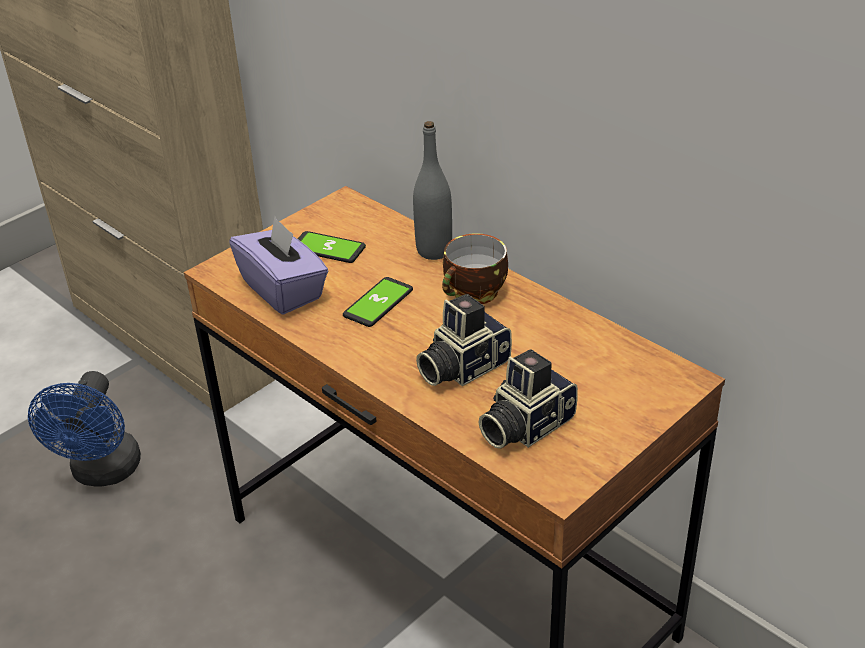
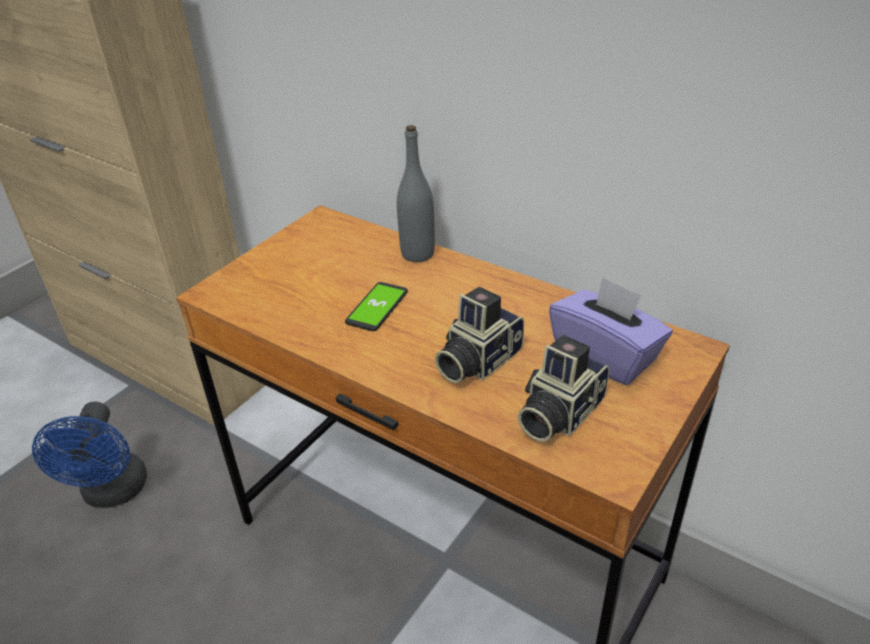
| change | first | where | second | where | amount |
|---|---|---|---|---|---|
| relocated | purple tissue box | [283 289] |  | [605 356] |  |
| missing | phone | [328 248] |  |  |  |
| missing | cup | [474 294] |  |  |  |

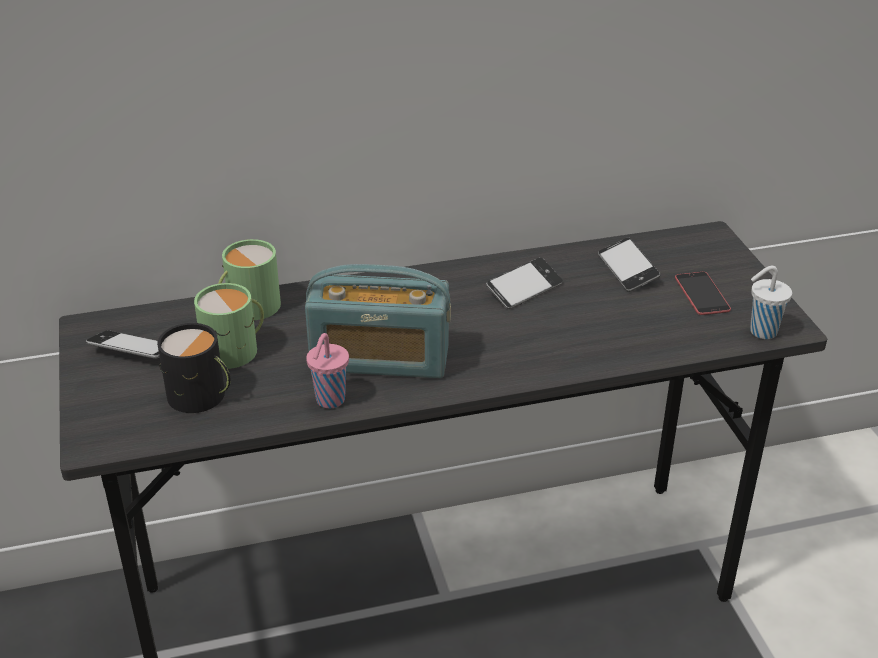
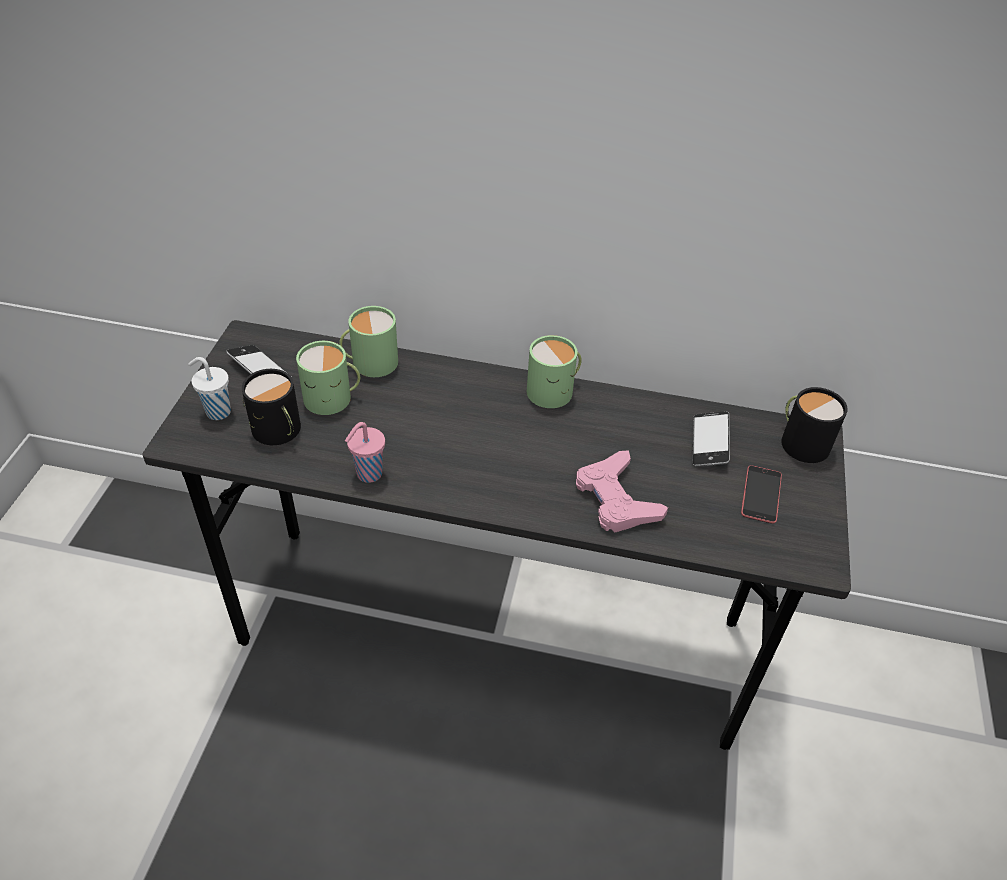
| change | first | where | second | where | amount |
|---|---|---|---|---|---|
| relocated | white cup | [761 332] |  | [217 411] |  |
| appeared |  |  | green mug | [554 391] |  |
| appeared |  |  | pink game controller | [616 499] |  |
| appeared |  |  | black mug | [801 441] |  |
| missing | radio | [380 359] |  |  |  |
| missing | phone | [524 289] |  |  |  |

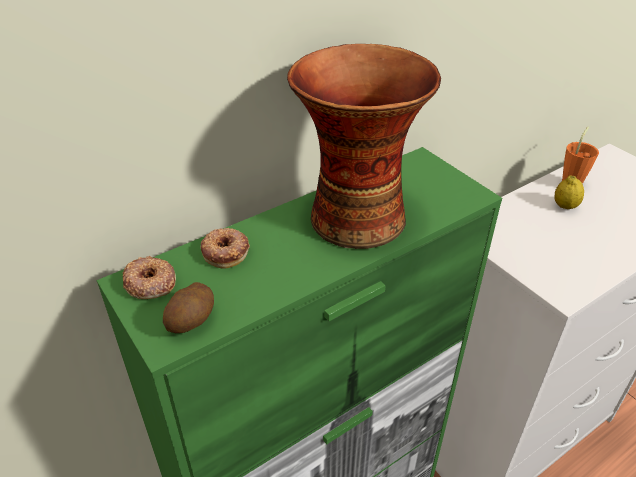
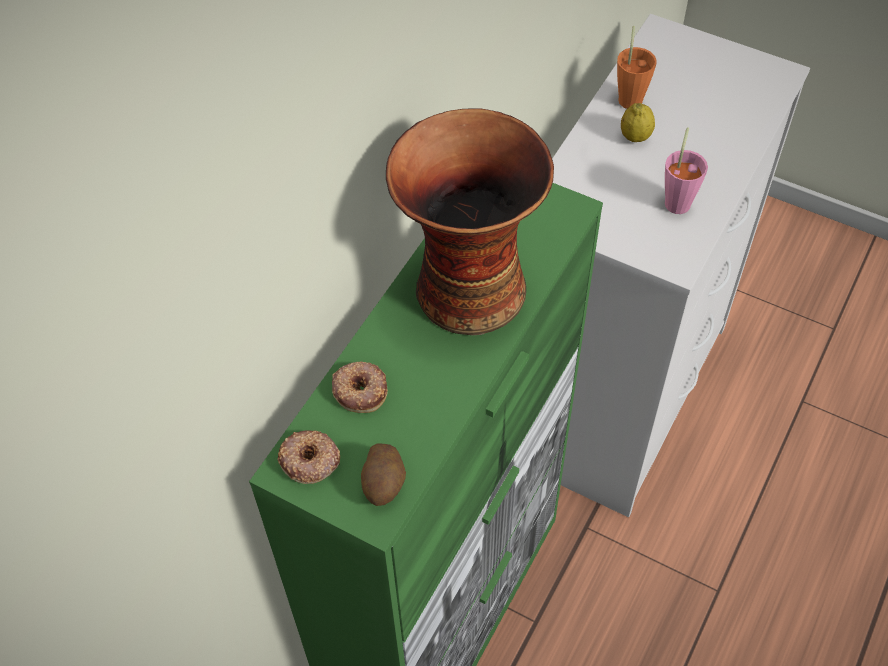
| change | first | where | second | where | amount |
|---|---|---|---|---|---|
| appeared |  |  | pink cup | [678 199] |  |

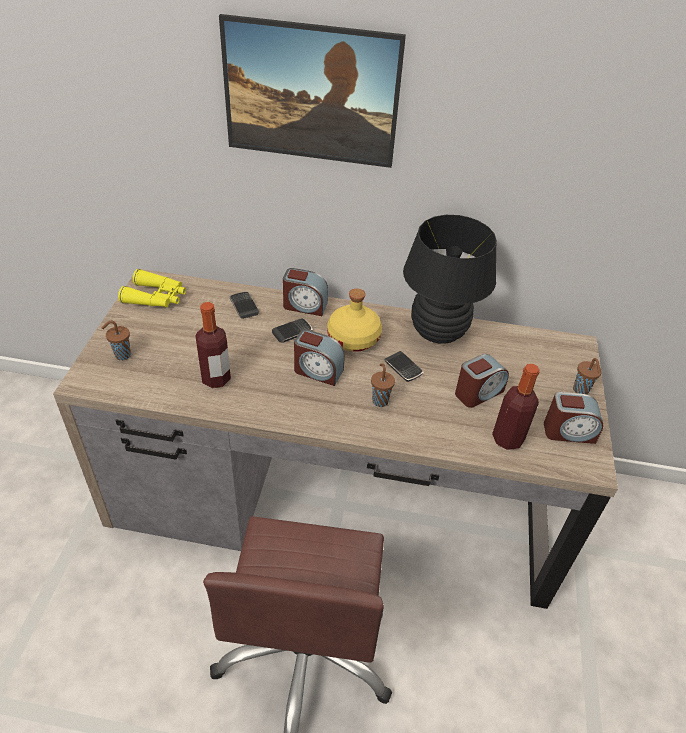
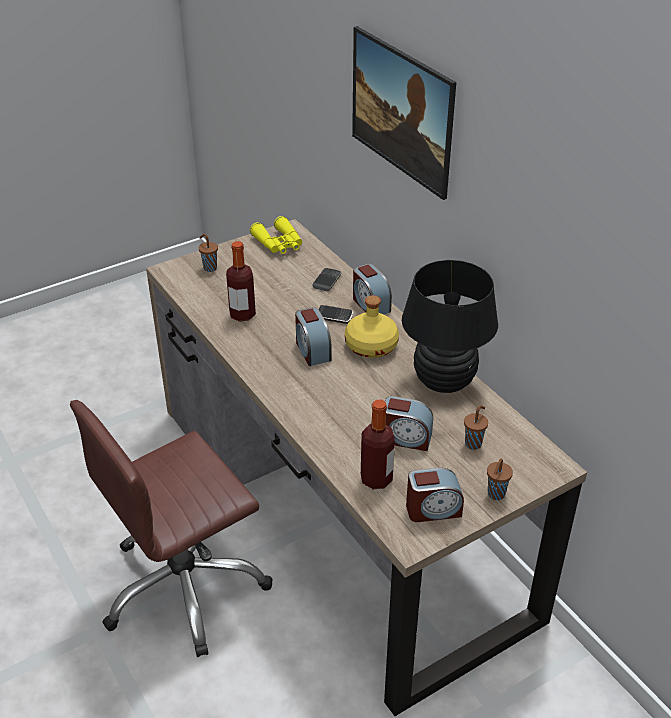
| change | first | where | second | where | amount |
|---|---|---|---|---|---|
| spun | alarm clock | [568 431] |  | [433 509] | 60 degrees counterclockwise |
| relocated | brown cup | [380 400] |  | [473 443] |  |
| missing | phone | [403 368] |  |  |  |

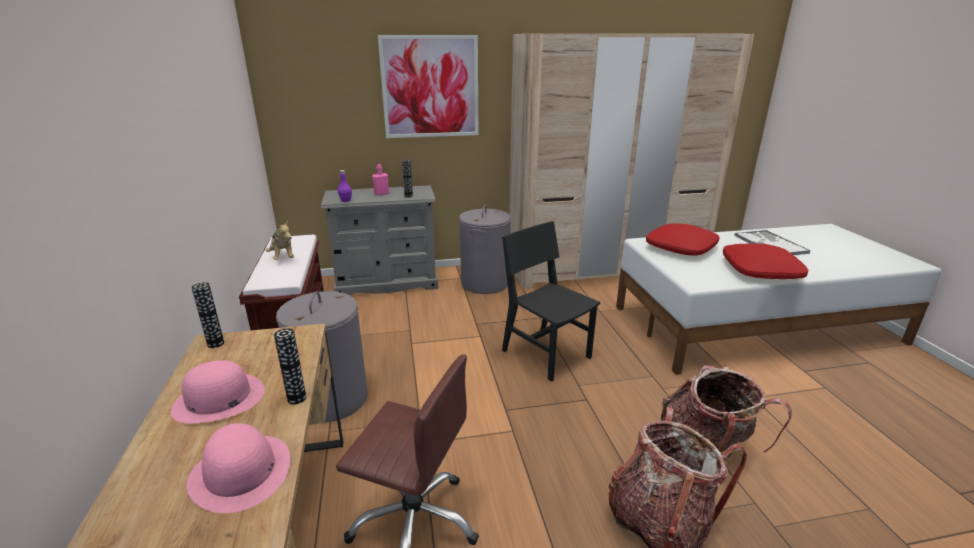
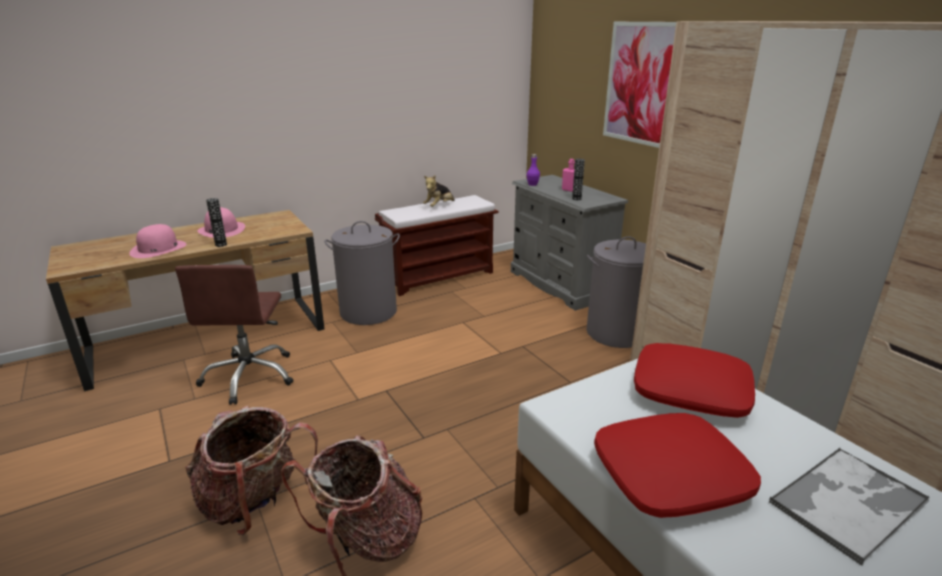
| change | first | where | second | where | amount |
|---|---|---|---|---|---|
| missing | vase | [215 344] |  |  |  |
| missing | black chair | [546 354] |  |  |  |

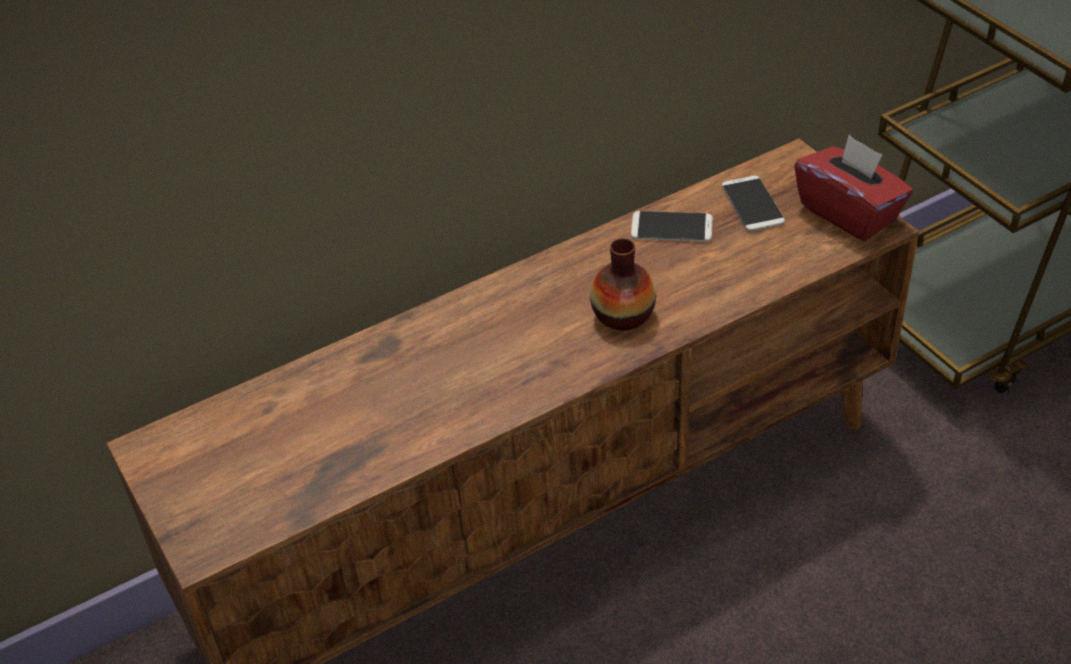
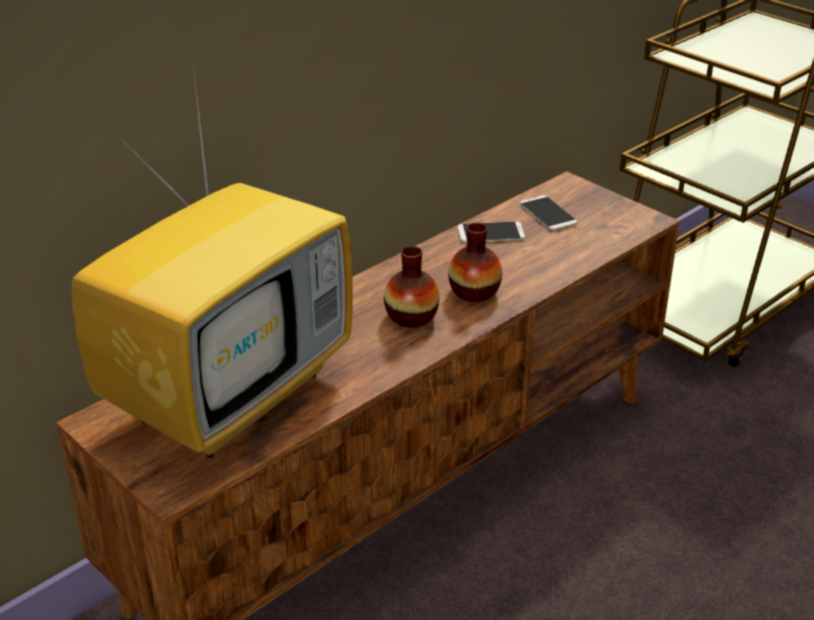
| change | first | where | second | where | amount |
|---|---|---|---|---|---|
| appeared |  |  | television | [230 392] |  |
| appeared |  |  | vase | [411 317] |  |
| missing | red tissue box | [849 213] |  |  |  |

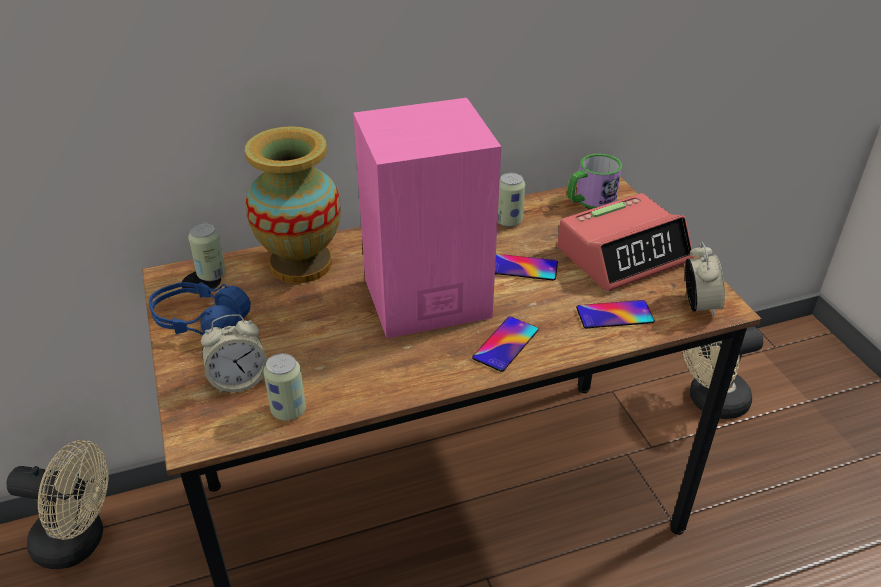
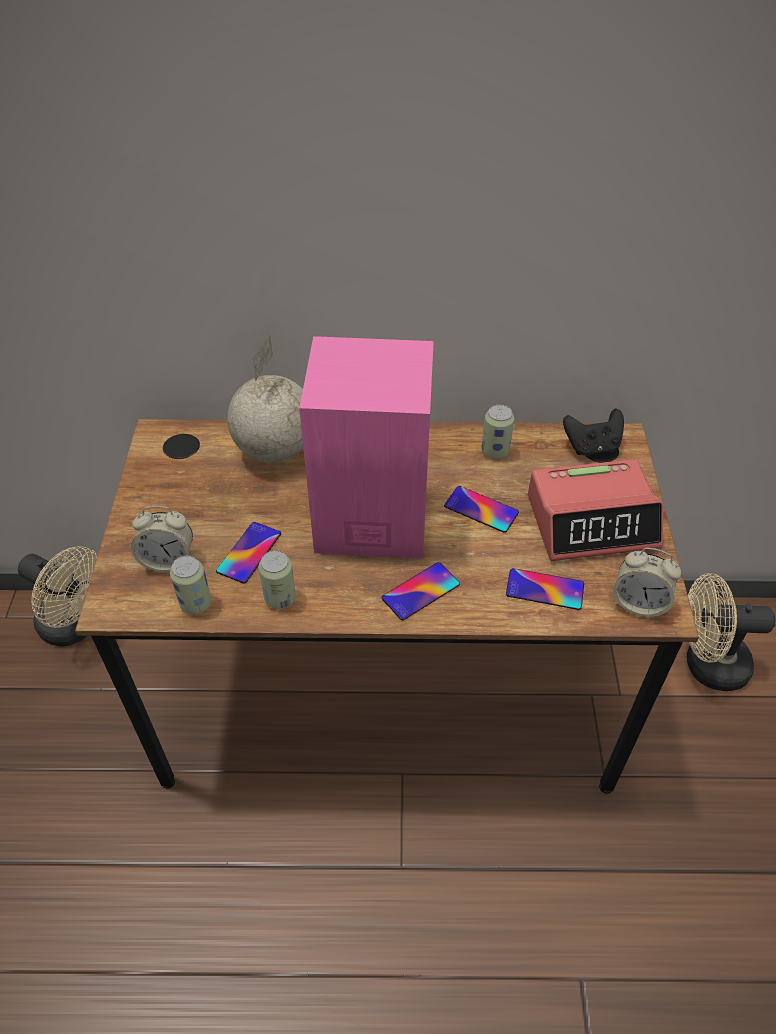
| change | first | where | second | where | amount |
|---|---|---|---|---|---|
| appeared |  |  | phone | [249 552] |  |
| exchanged | vase | [300 264] | globe | [274 450] |  |
| relocated | can | [211 274] |  | [280 598] |  |
| exchanged | mug | [590 200] | black game controller | [591 446] |  |
| spun | alarm clock | [698 305] |  | [638 603] | 90 degrees clockwise |
| missing | blue headphones | [200 323] |  |  |  |

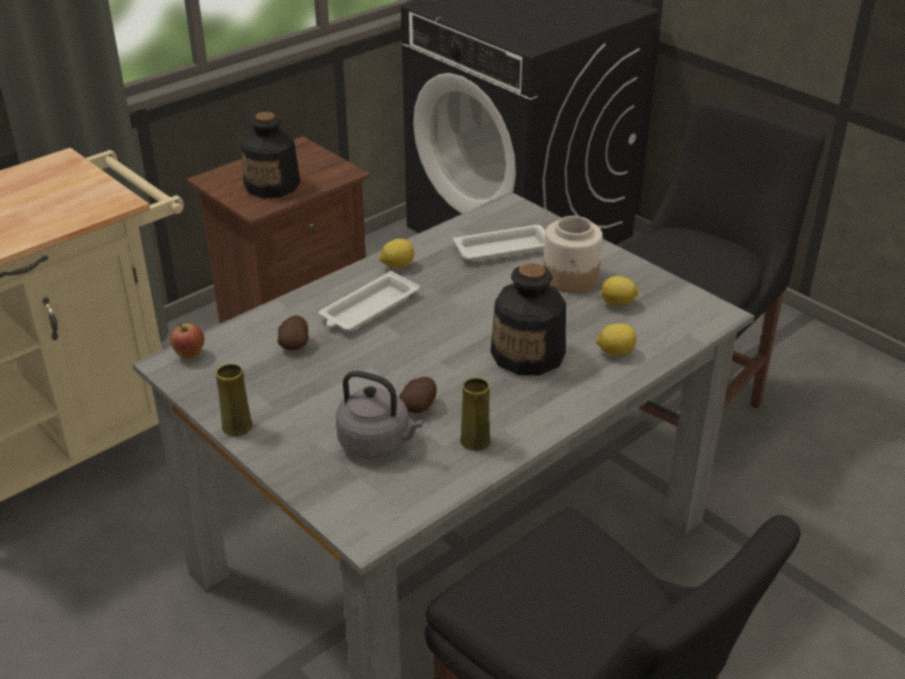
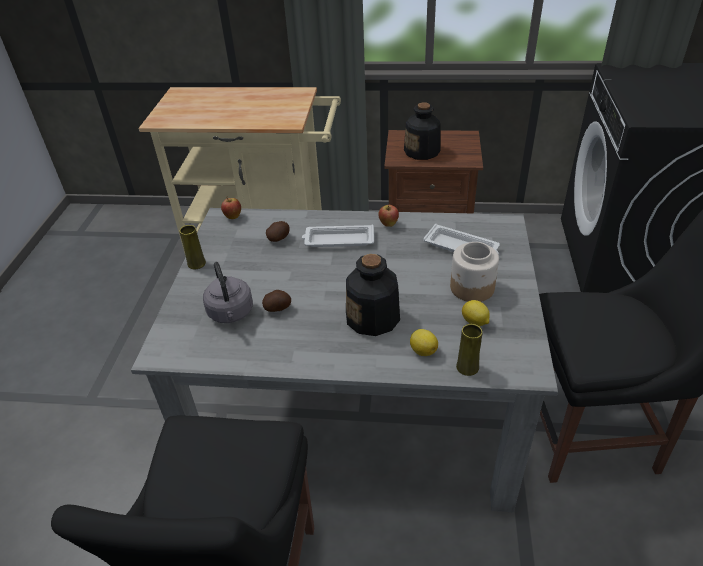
| change | first | where | second | where | amount |
|---|---|---|---|---|---|
| exchanged | lemon | [397 266] | apple | [388 225] |  |
| relocated | yellow vase | [475 441] |  | [467 367] |  |

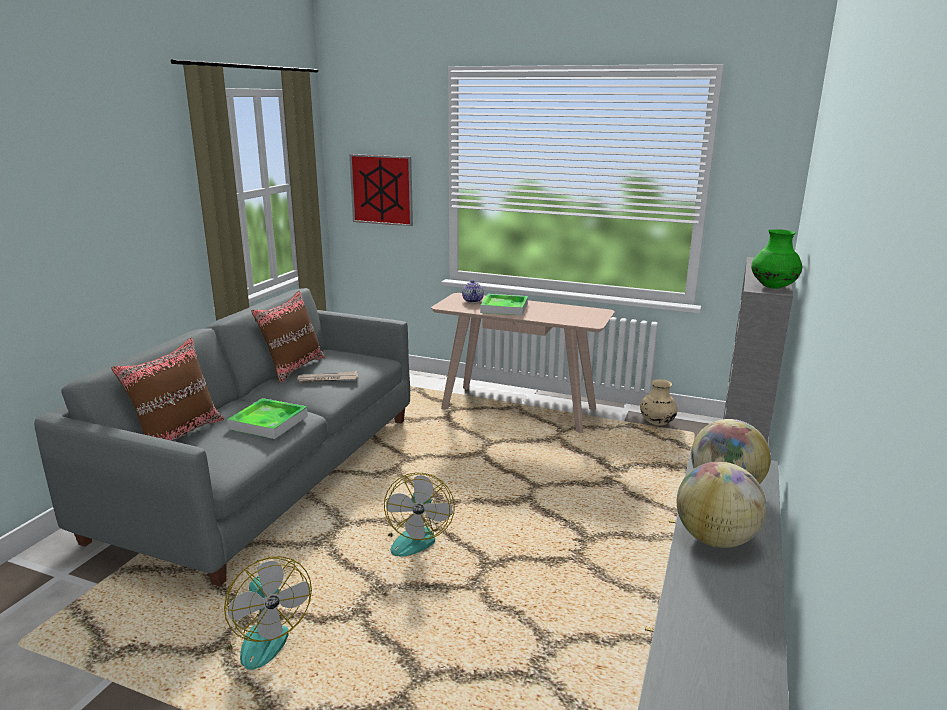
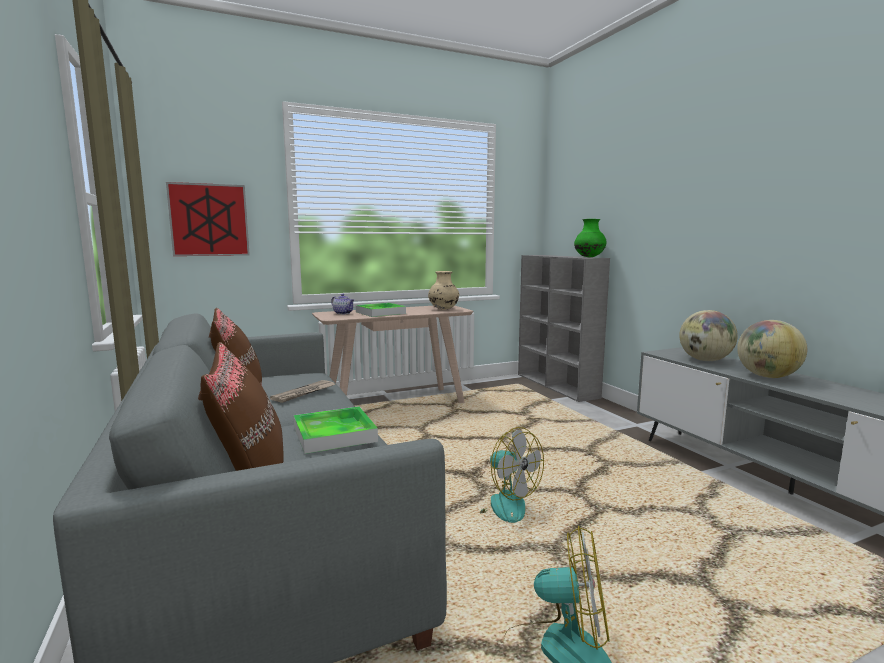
| change | first | where | second | where | amount |
|---|---|---|---|---|---|
| relocated | beige vase | [656 423] |  | [443 309] |  |

